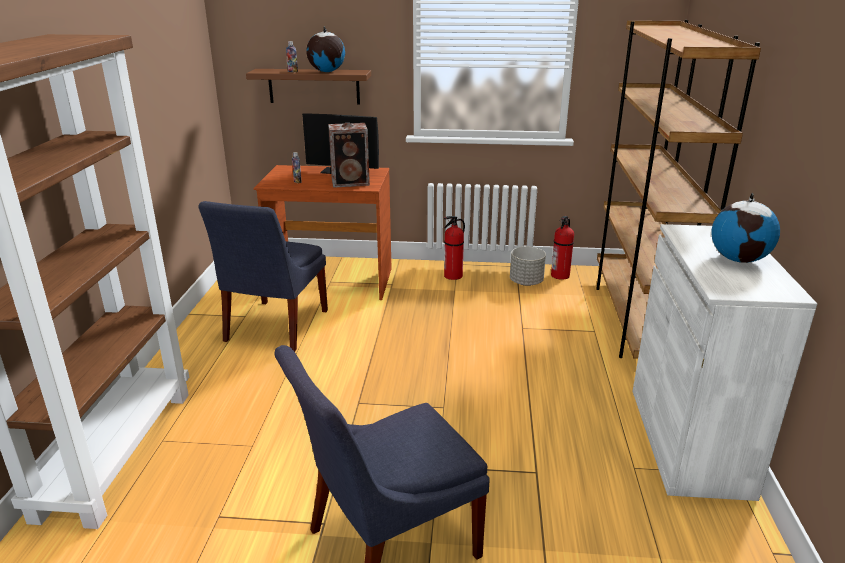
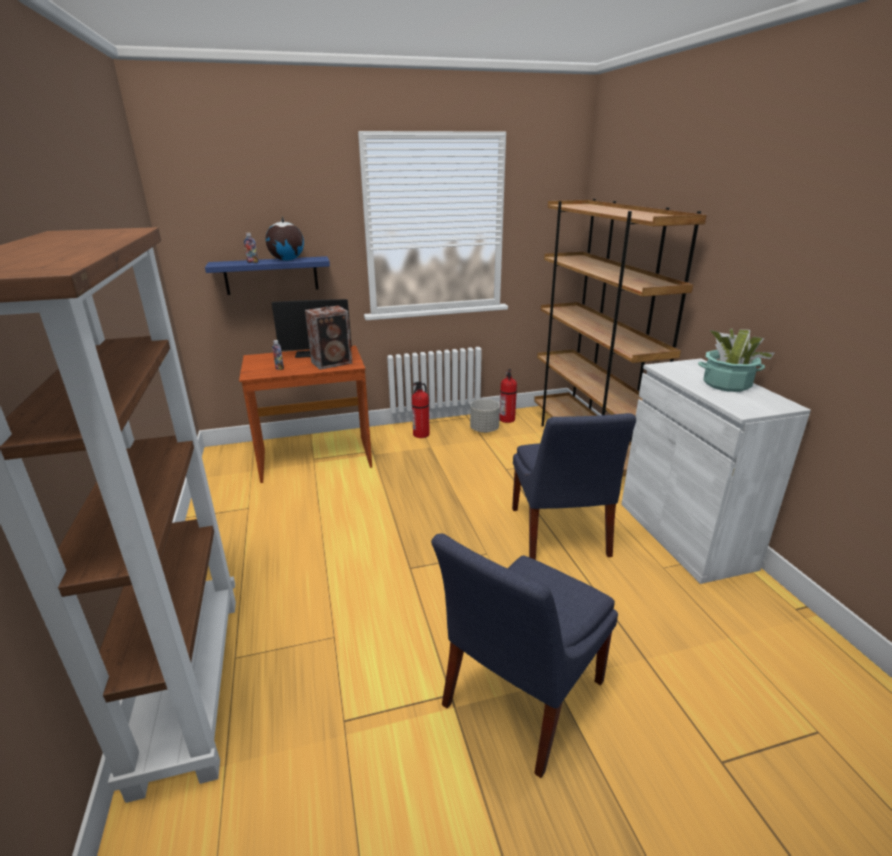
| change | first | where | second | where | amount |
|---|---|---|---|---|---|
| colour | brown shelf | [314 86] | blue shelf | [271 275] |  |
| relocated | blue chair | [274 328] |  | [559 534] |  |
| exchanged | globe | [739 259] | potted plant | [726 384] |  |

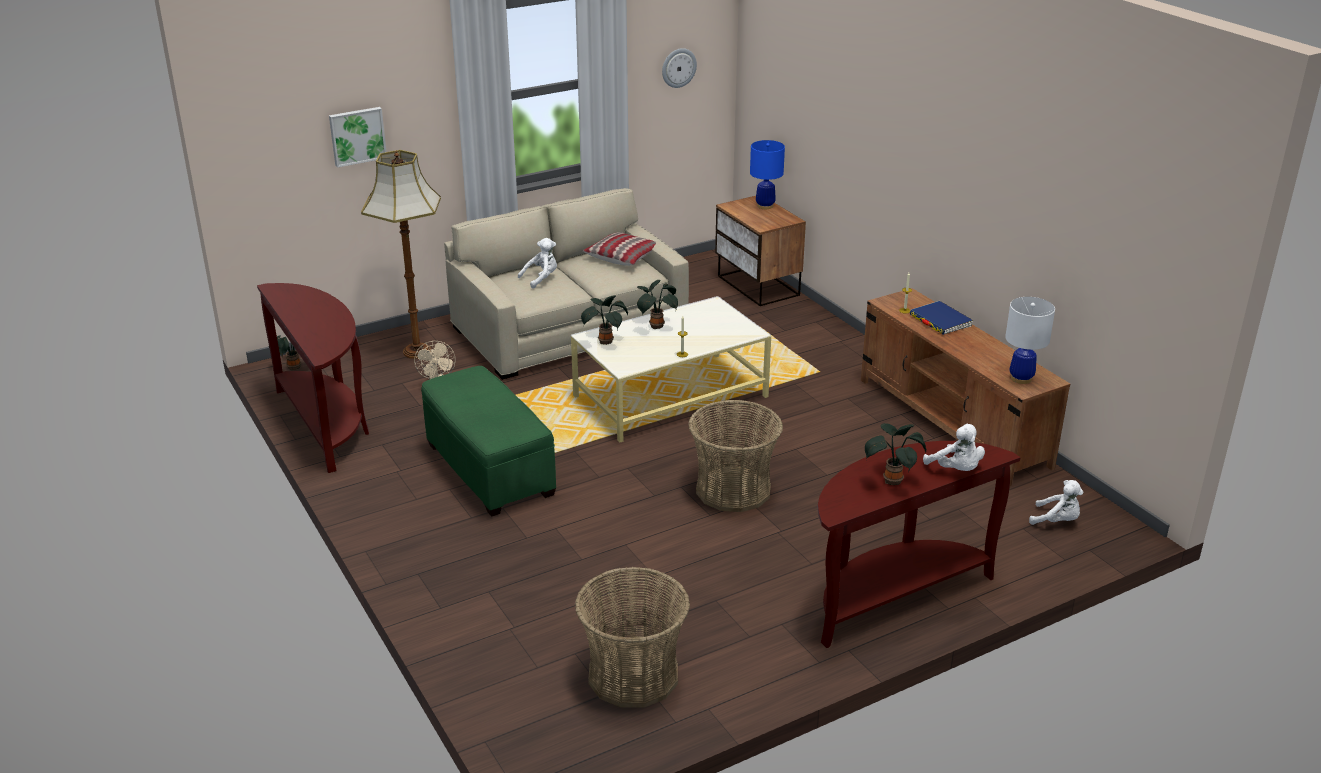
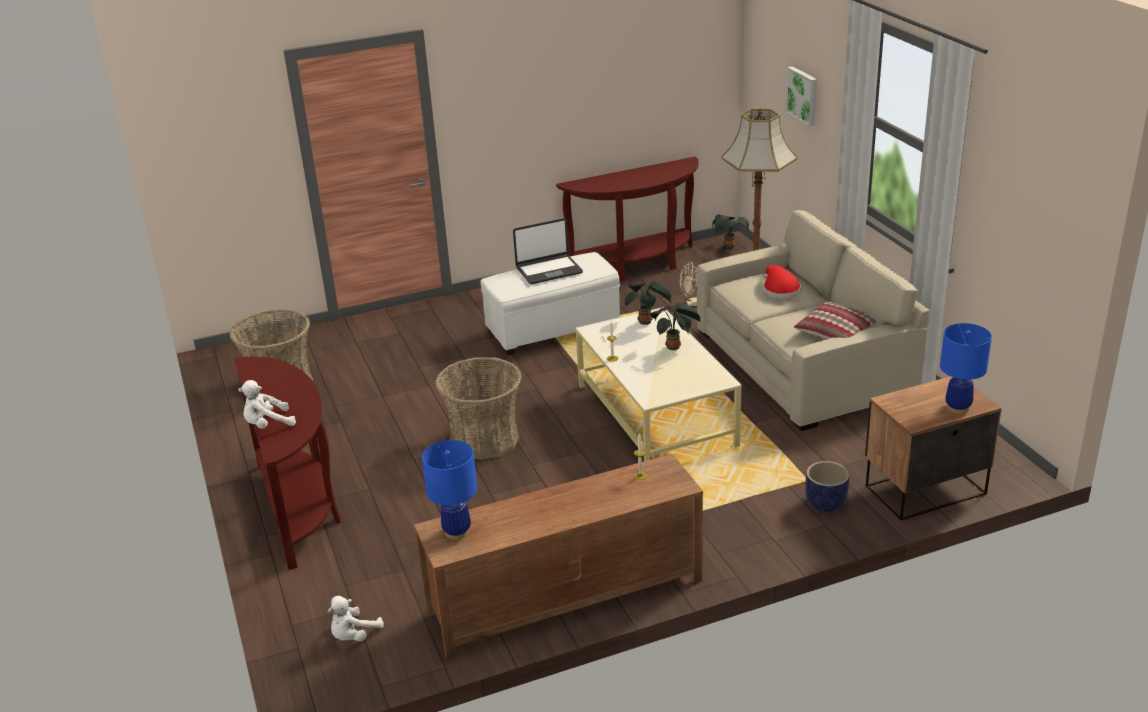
| change | first | where | second | where | amount |
|---|---|---|---|---|---|
| colour | white table lamp | [1021 378] | blue table lamp | [457 532] |  |
| colour | green ottoman | [489 470] | white ottoman | [553 329] |  |
| appeared |  |  | laptop | [548 270] |  |
| exchanged | white plush toy | [541 279] | red hat | [779 290] |  |
| appeared |  |  | planter | [825 504] |  |
| missing | wall clock | [678 67] |  |  |  |
| missing | potted plant | [893 480] |  |  |  |
| missing | blue book | [940 321] |  |  |  |

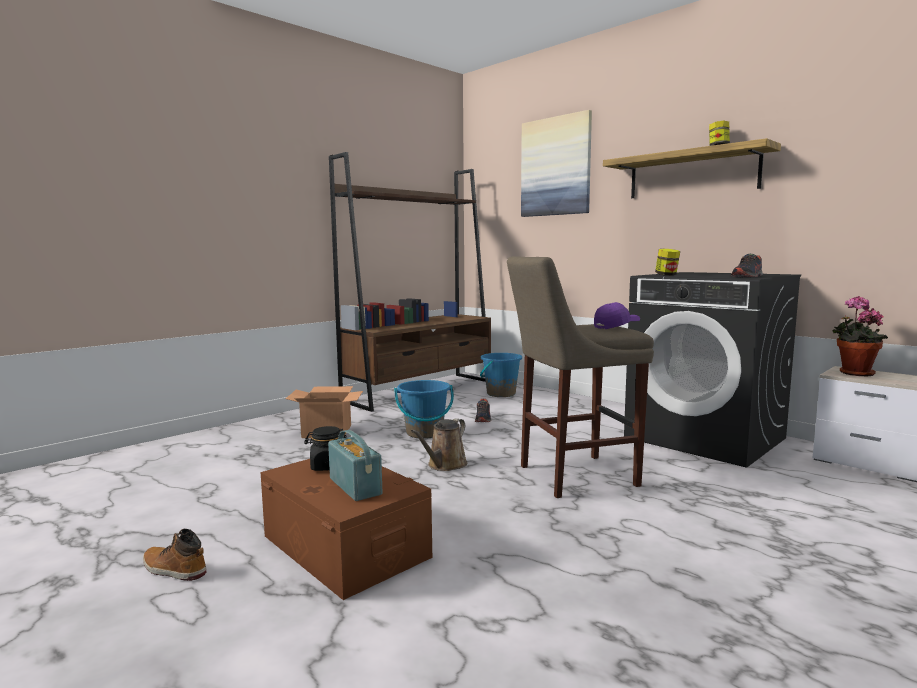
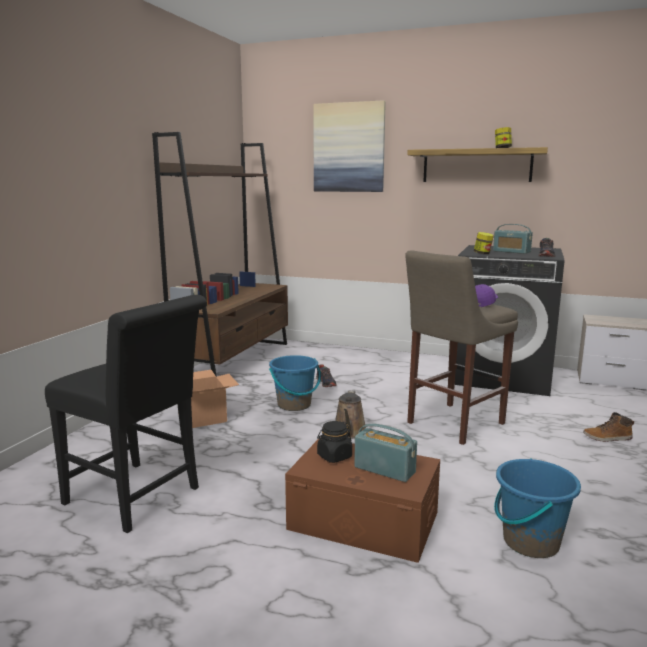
| change | first | where | second | where | amount |
|---|---|---|---|---|---|
| appeared |  |  | black chair | [139 498] |  |
| appeared |  |  | radio | [511 251] |  |
| relocated | blue bucket | [501 393] |  | [530 542] |  |
| relocated | boot | [174 570] |  | [607 438] |  |
| missing | potted plant | [853 373] |  |  |  |

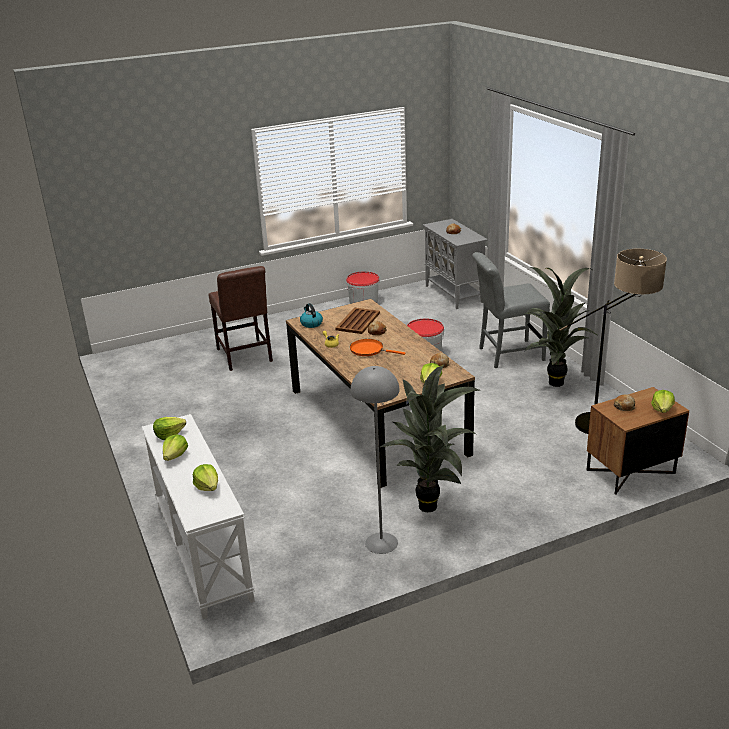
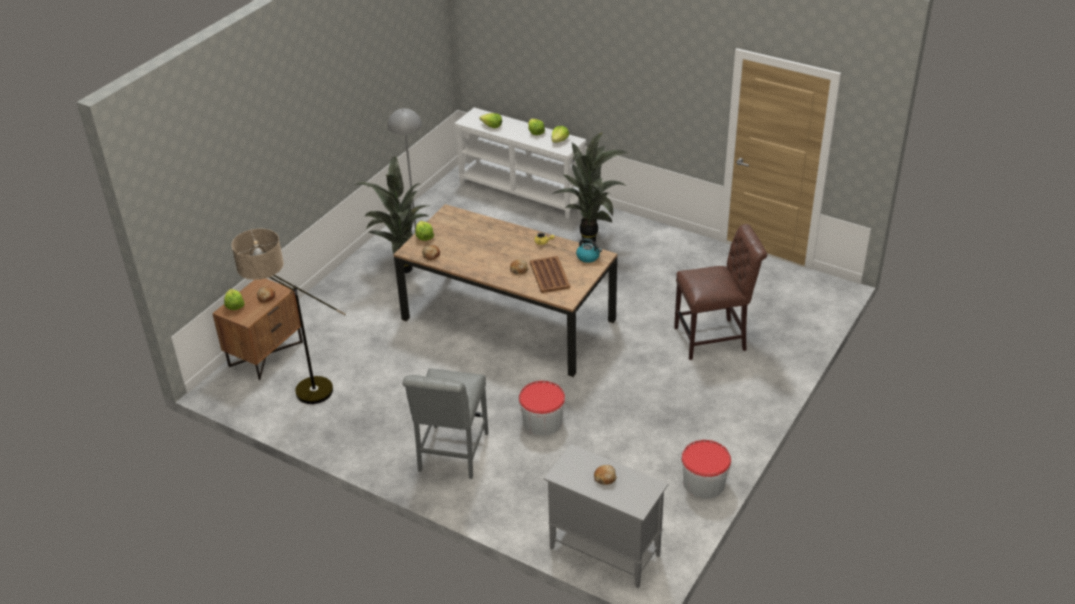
| change | first | where | second | where | amount |
|---|---|---|---|---|---|
| spun | grey chair | [507 354] |  | [451 455] | 150 degrees clockwise |
| relocated | potted plant | [553 381] |  | [592 240] |  |
| spun | brown chair | [245 357] |  | [714 338] | 135 degrees clockwise |
| missing | orange frying pan | [369 350] |  |  |  |

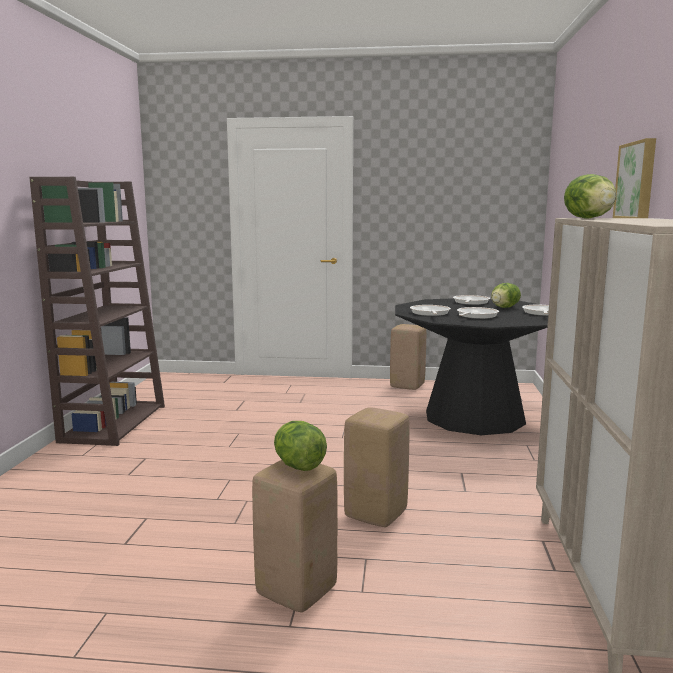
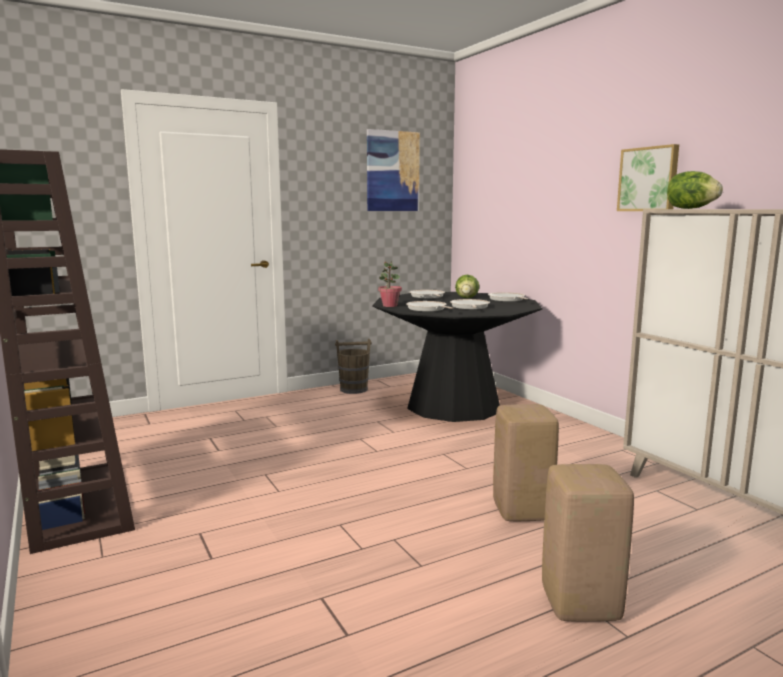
| change | first | where | second | where | amount |
|---|---|---|---|---|---|
| exchanged | beige stool | [407 386] | brown bucket | [354 389] |  |
| appeared |  |  | picture | [392 171] |  |
| appeared |  |  | potted plant | [389 306] |  |
| missing | lettuce | [298 466] |  |  |  |

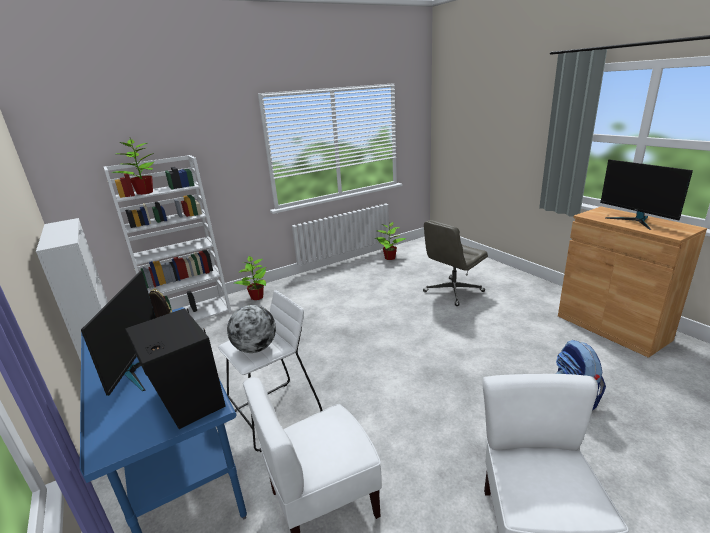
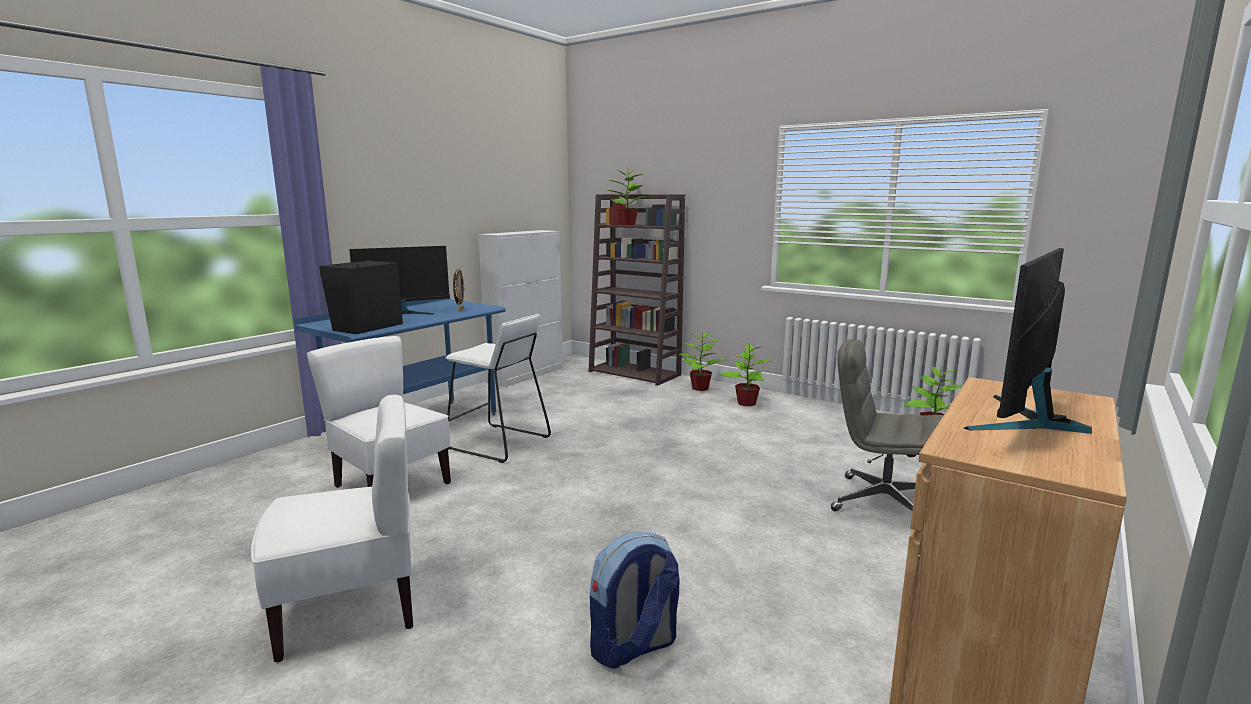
| change | first | where | second | where | amount |
|---|---|---|---|---|---|
| colour | white bookcase | [191 314] | brown bookcase | [635 373] |  |
| appeared |  |  | potted plant | [746 403] |  |
| missing | globe | [255 348] |  |  |  |

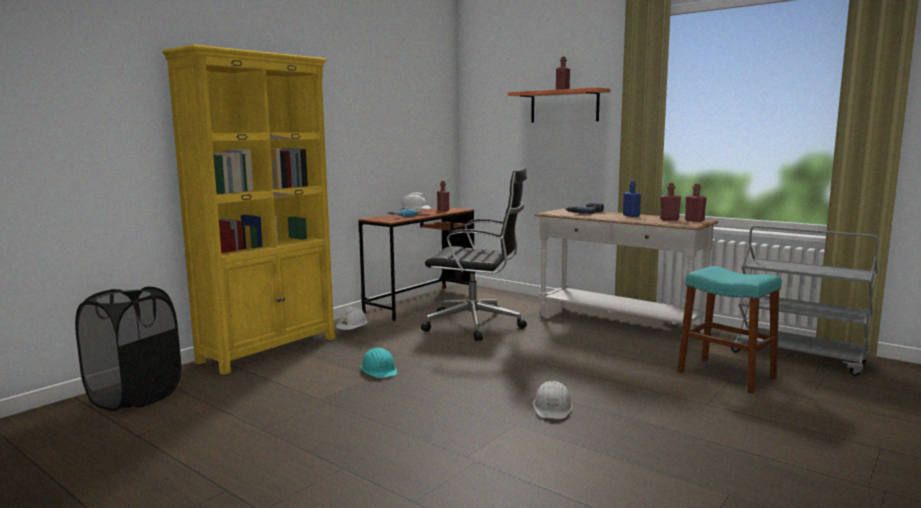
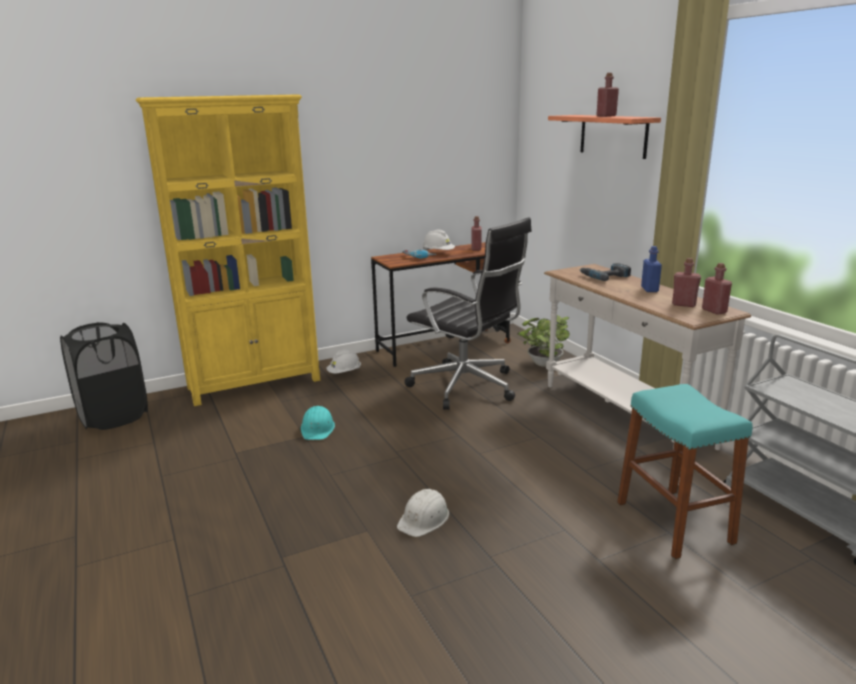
| change | first | where | second | where | amount |
|---|---|---|---|---|---|
| appeared |  |  | potted plant | [543 364] |  |

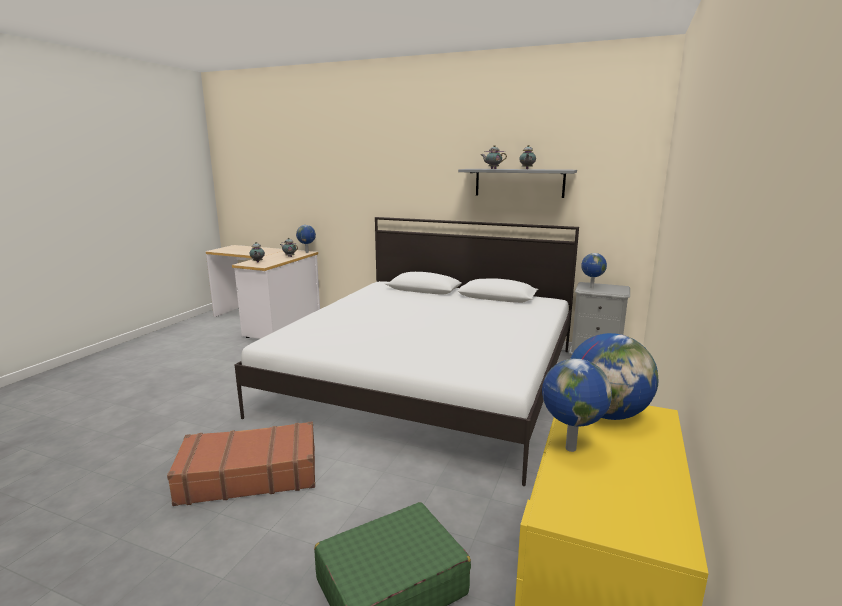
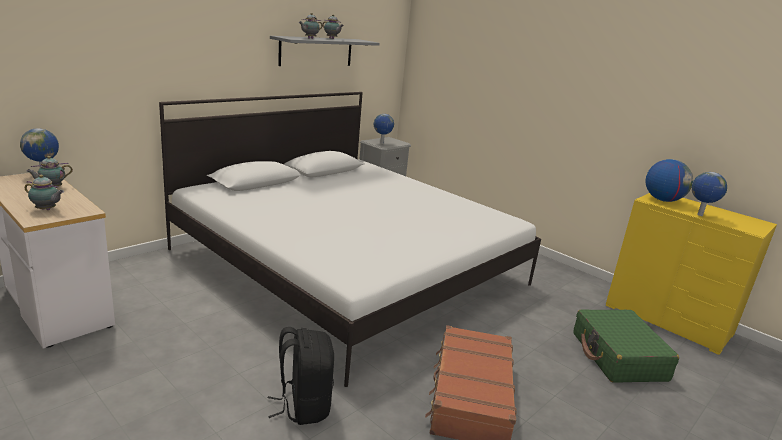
| change | first | where | second | where | amount |
|---|---|---|---|---|---|
| appeared |  |  | black backpack | [303 406] |  |

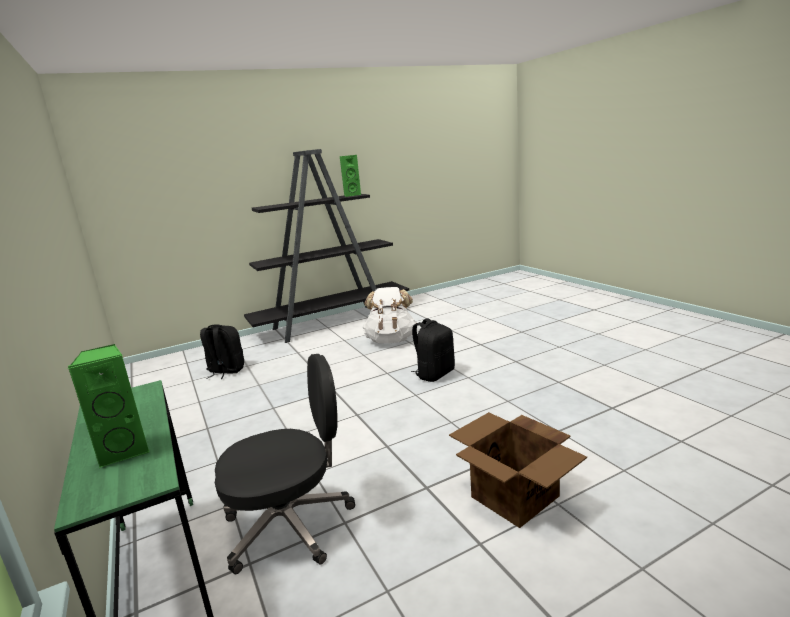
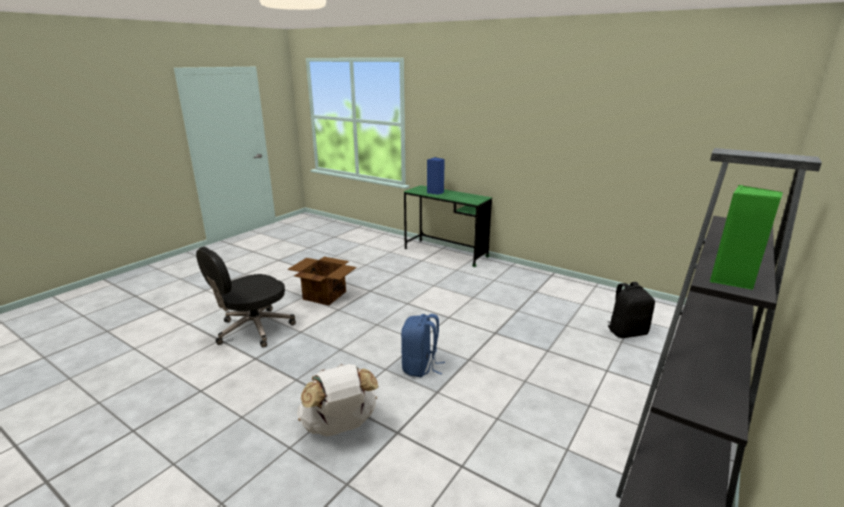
| change | first | where | second | where | amount |
|---|---|---|---|---|---|
| relocated | black office chair | [291 524] |  | [253 329] |  |
| relocated | white backpack | [391 340] |  | [340 426] |  |
| colour | black backpack | [434 374] | blue backpack | [420 367] |  |
| colour | green speaker | [126 450] | blue speaker | [435 192] |  |

